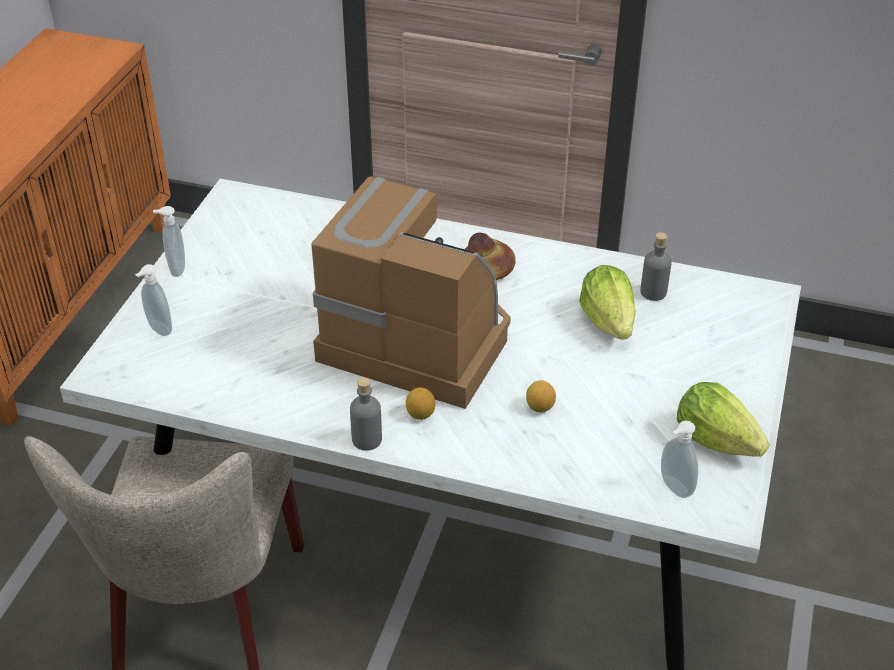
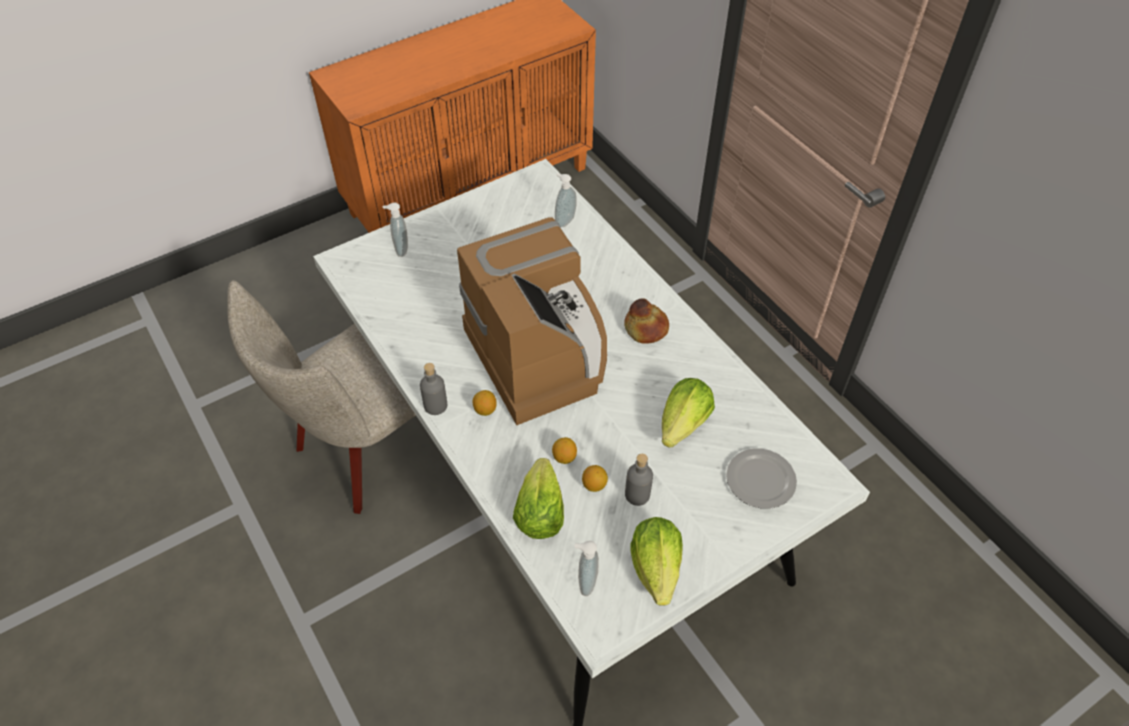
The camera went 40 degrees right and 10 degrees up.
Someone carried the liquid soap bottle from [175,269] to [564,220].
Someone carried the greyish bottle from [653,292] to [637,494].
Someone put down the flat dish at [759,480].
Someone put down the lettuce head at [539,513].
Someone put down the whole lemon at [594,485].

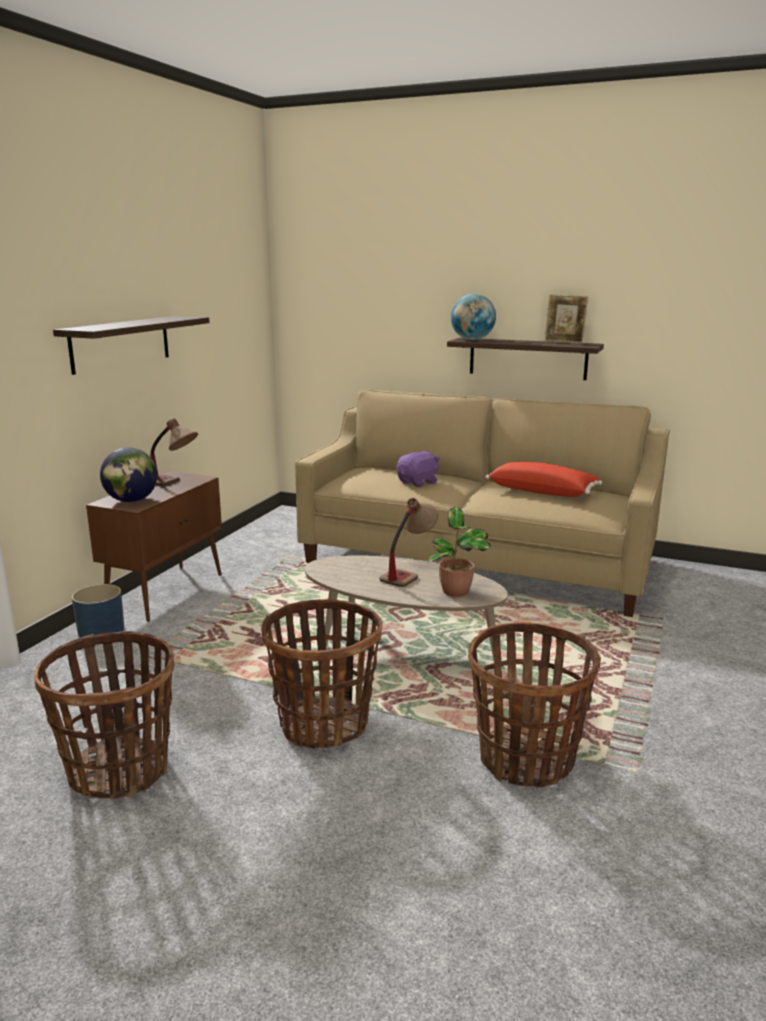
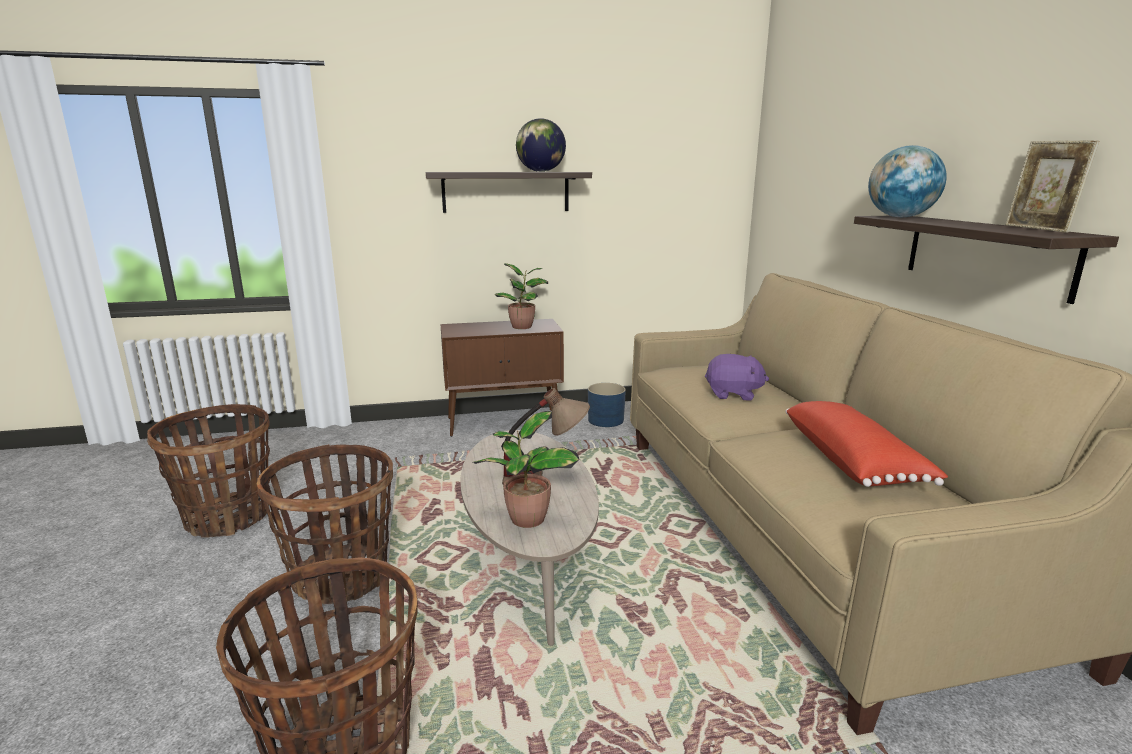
The camera went 55 degrees right and 0 degrees up.
Someone swapped the lamp for a table at [174,483] for the plant in a pot at [523,327].
Someone carried the desk globe from [131,501] to [540,171].
Someone carried the blue planter from [101,631] to [605,420].

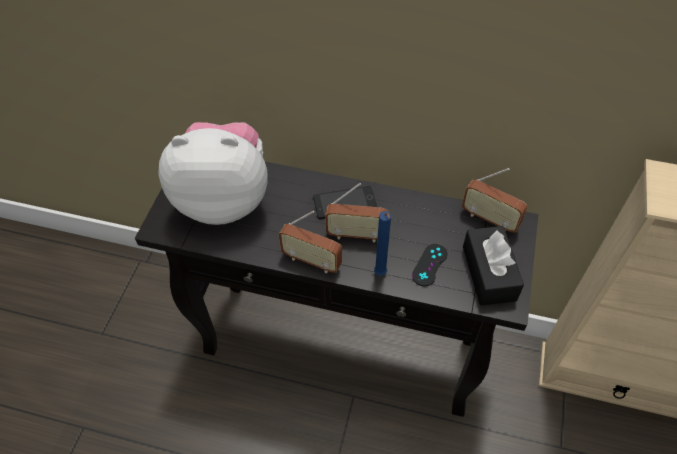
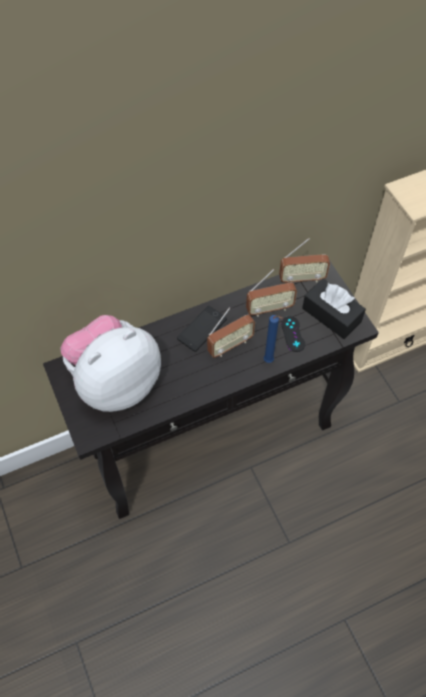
The camera went 40 degrees left and 5 degrees up.
Someone carried the radio receiver from [312,261] to [269,309].

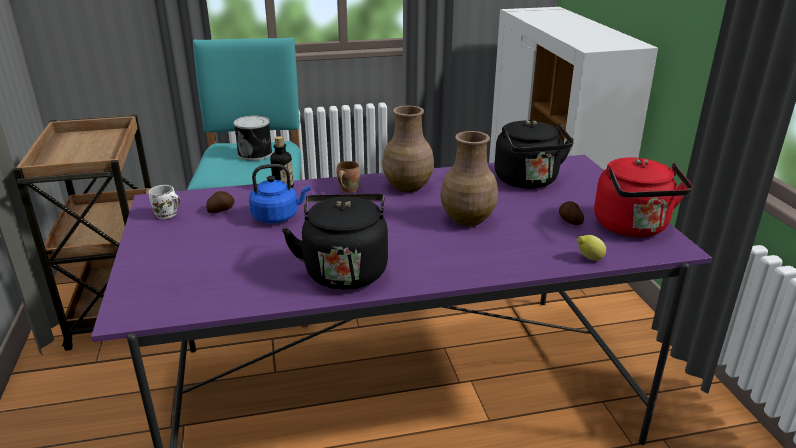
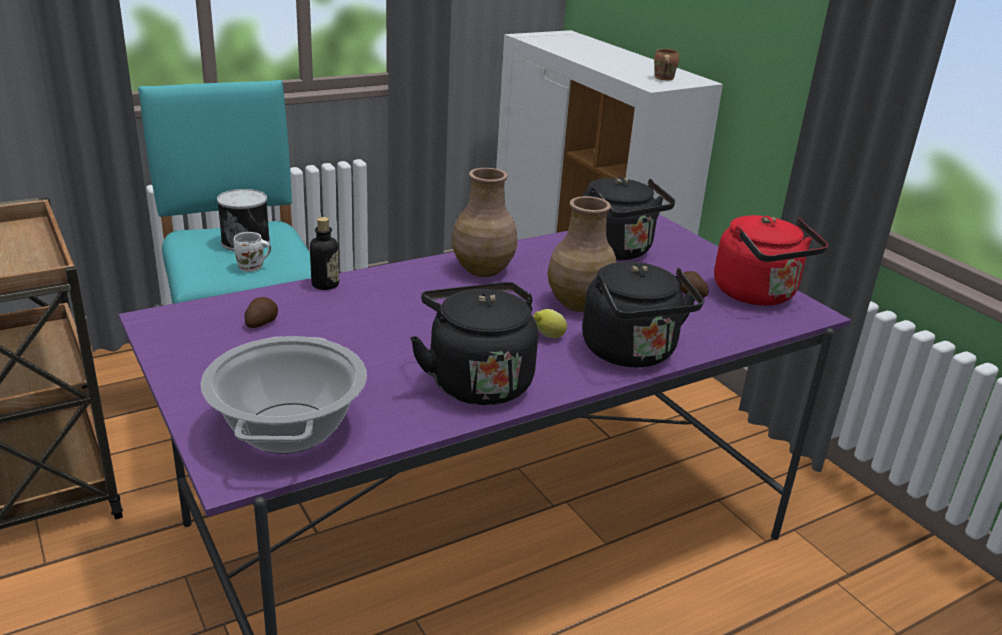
The camera went 20 degrees left and 0 degrees up.
Someone carried the brown mug from [347,190] to [662,78].
Someone took away the blue water kettle at [278,216].
Someone carried the white mug from [167,216] to [252,268].
Someone carried the whole lemon from [589,258] to [548,337].
Someone put down the black-coloured water kettle at [632,353].
Someone put down the cooking pot at [289,429].

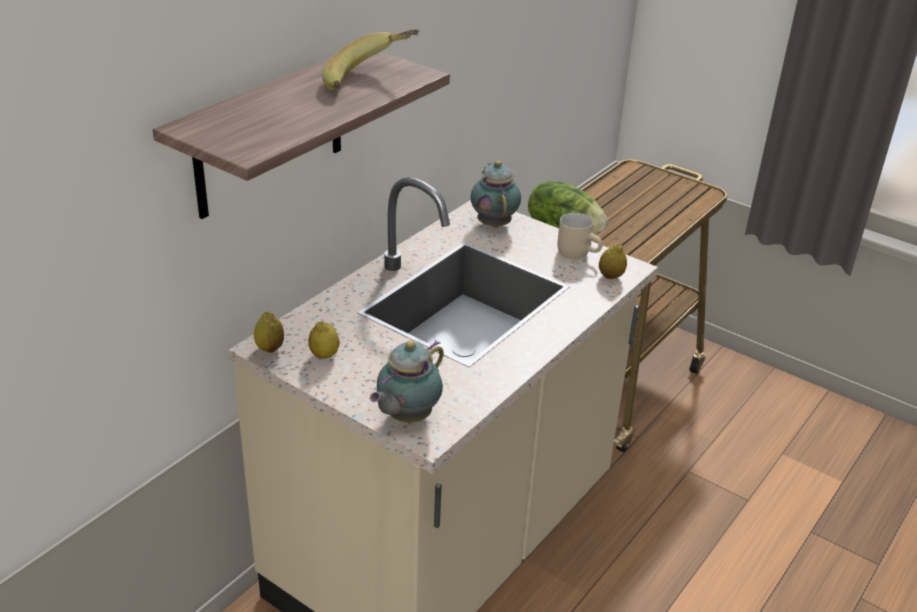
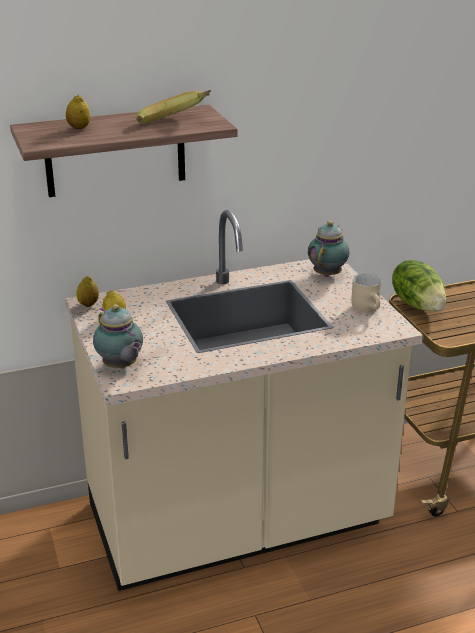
The camera went 35 degrees right and 5 degrees down.
Someone carried the whole lemon from [611,276] to [79,128].
Someone rotated the teapot at [406,417] by 105 degrees counterclockwise.

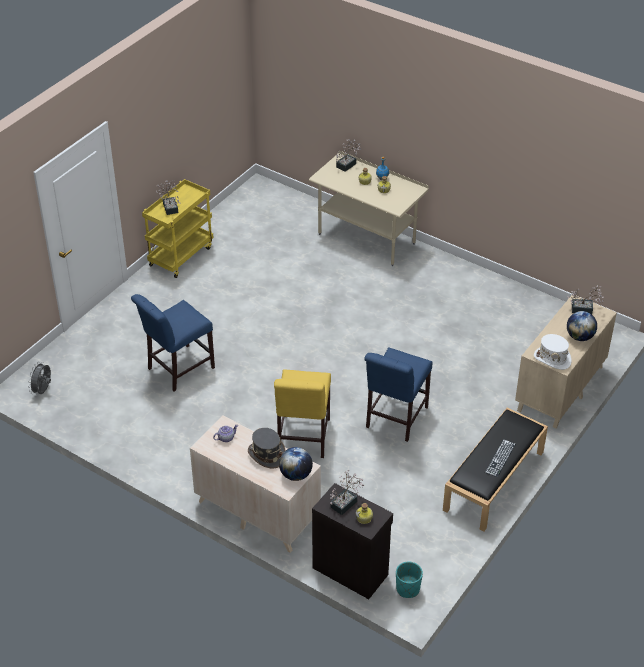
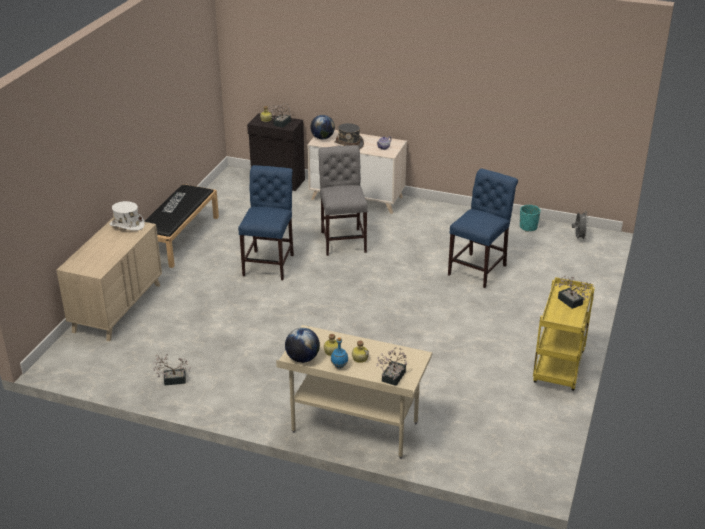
The camera went 165 degrees right and 10 degrees down.
Someone carried the plant in a pot from [584,309] to [172,380].
Someone carried the desk globe from [579,337] to [302,358].
Someone repainted the yellow plain chair at [302,439], which became the greyish plain chair at [343,240].
Someone carried the turquoise-coloured planter from [408,589] to [528,227].

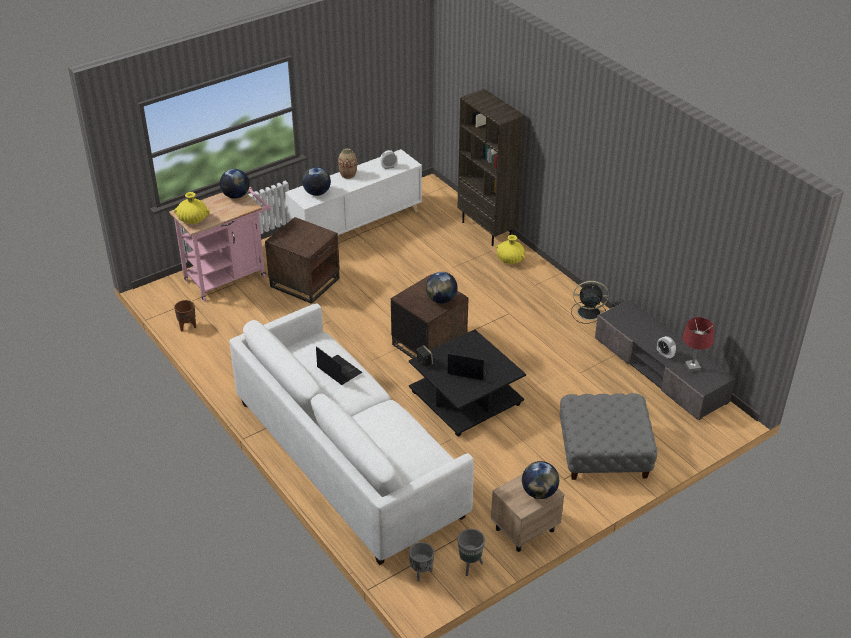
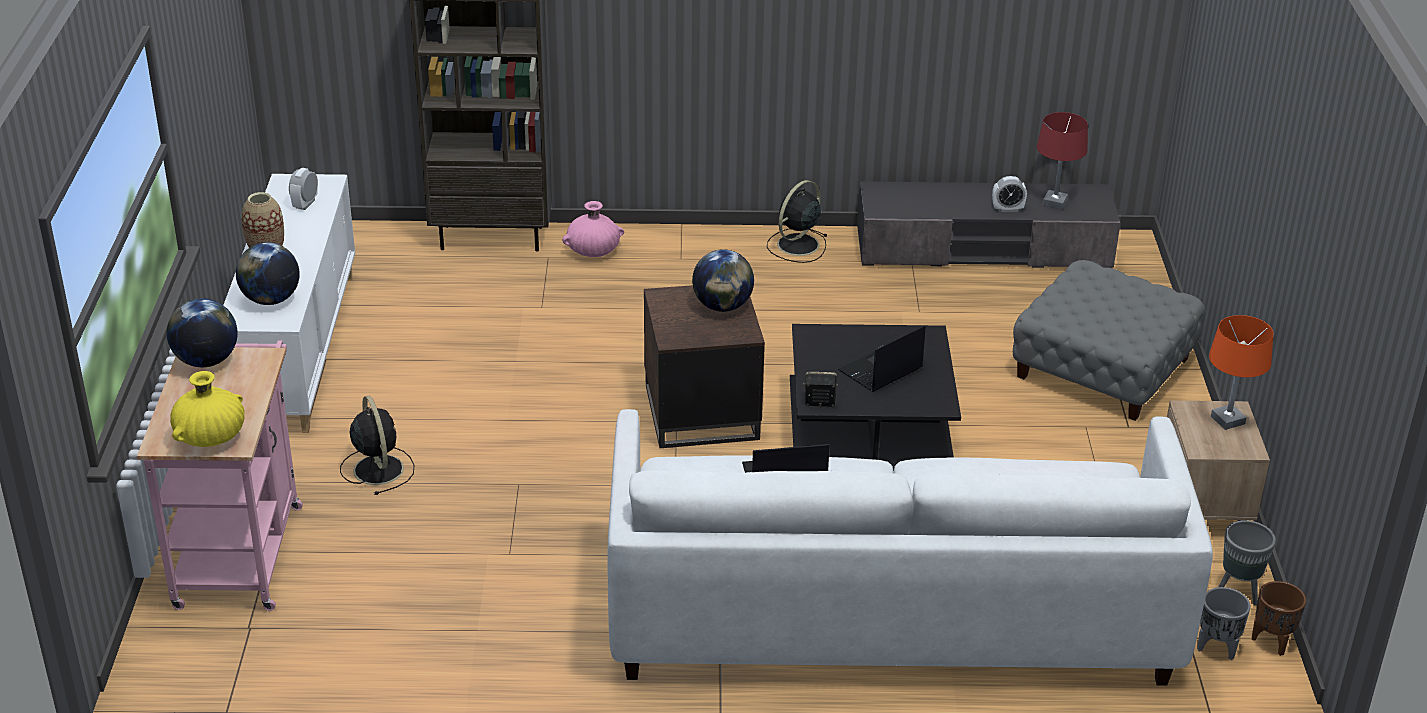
The camera went 55 degrees left and 5 degrees down.
Someone swapped the brown accent table at [305,282] for the black-coloured cooling fan at [378,468].
Someone repainted the yellow vase at [510,260], which became the pinkish vase at [593,251].
Someone carried the brown planter from [187,326] to [1272,641].
Someone swapped the desk globe at [539,492] for the orangey lamp for a table at [1228,420].

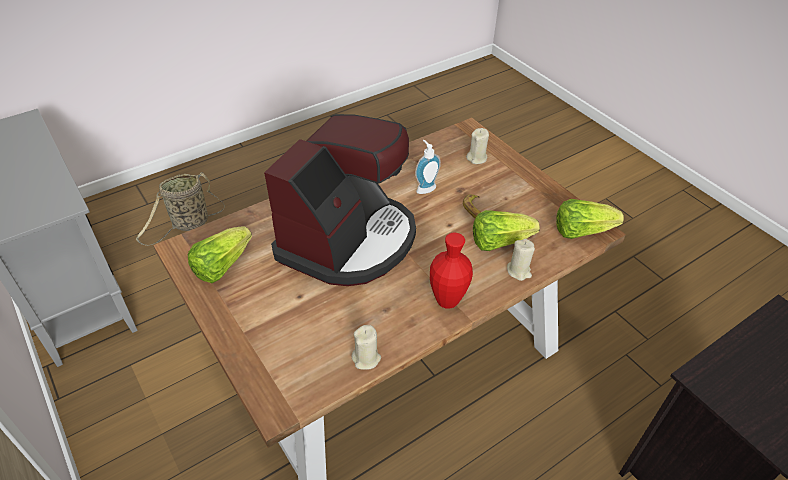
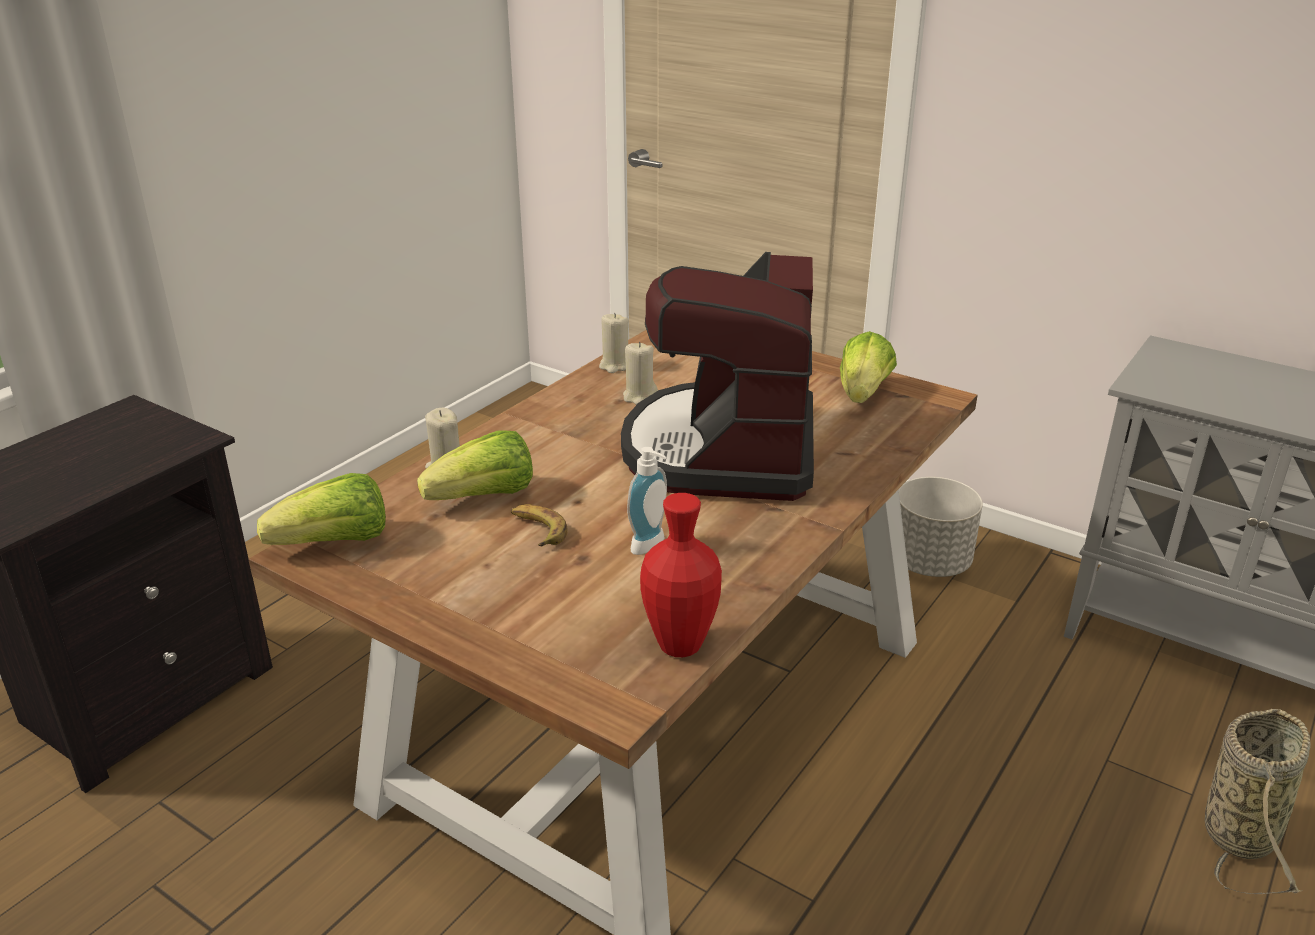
The camera went 160 degrees right and 15 degrees down.
Someone carried the beige wax candle from [477,158] to [640,397].
Someone carried the red-coloured vase from [447,300] to [680,645].
Someone put down the greyish planter at [929,563].

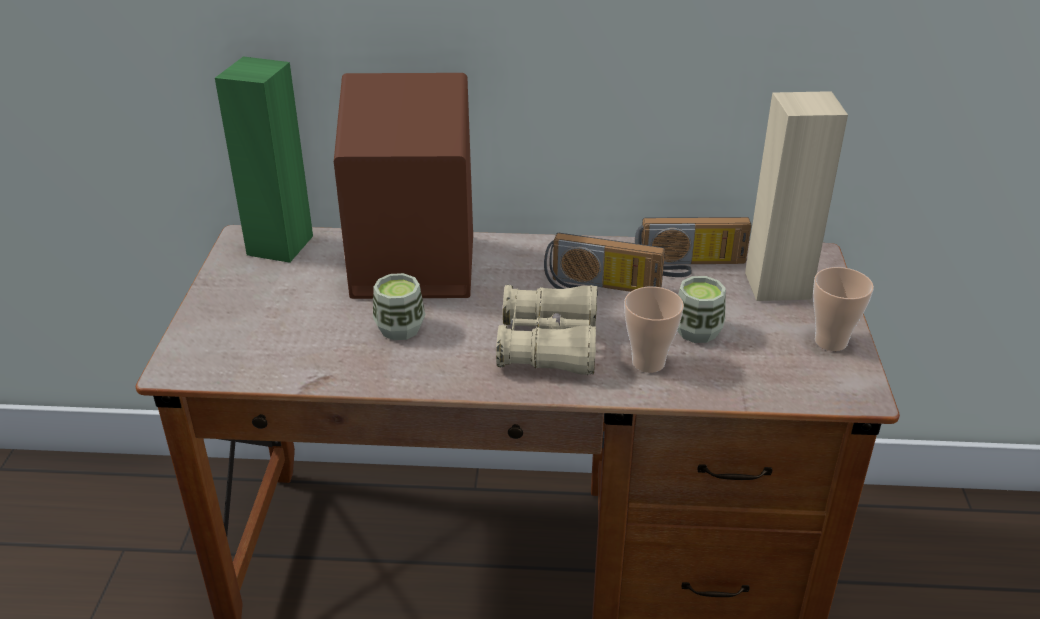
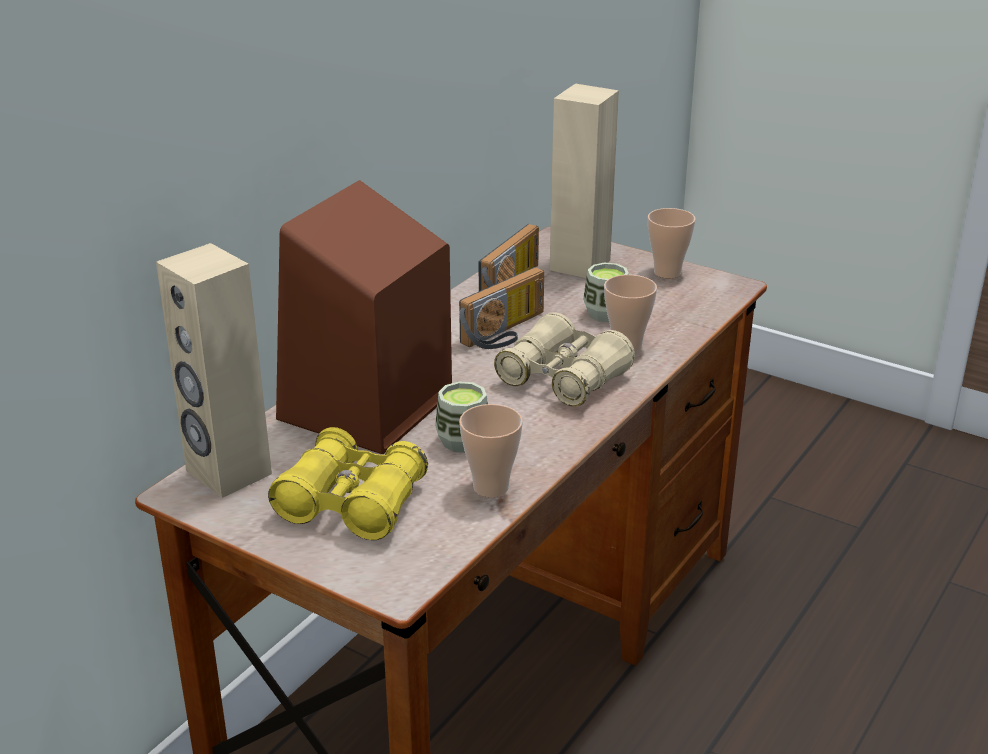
The camera went 60 degrees left and 5 degrees down.
Someone repainted the green speaker at [279,245], which became the beige speaker at [227,473].
Someone put down the cup at [491,487].
Someone put down the yellow field glasses at [352,503].

